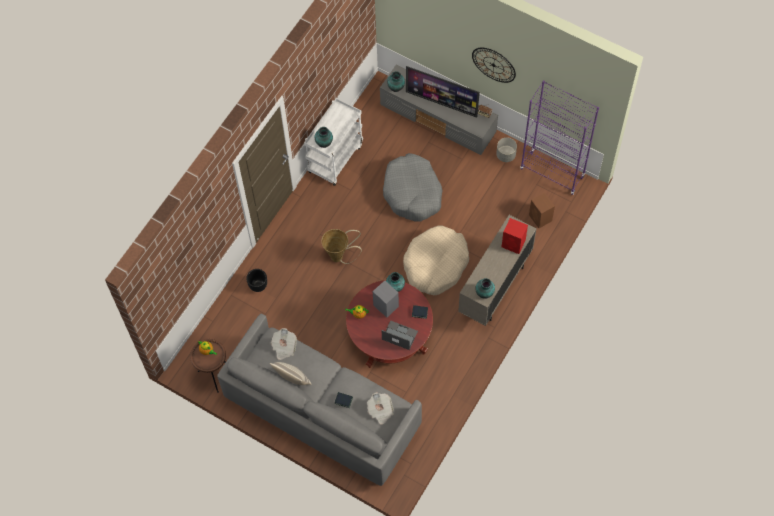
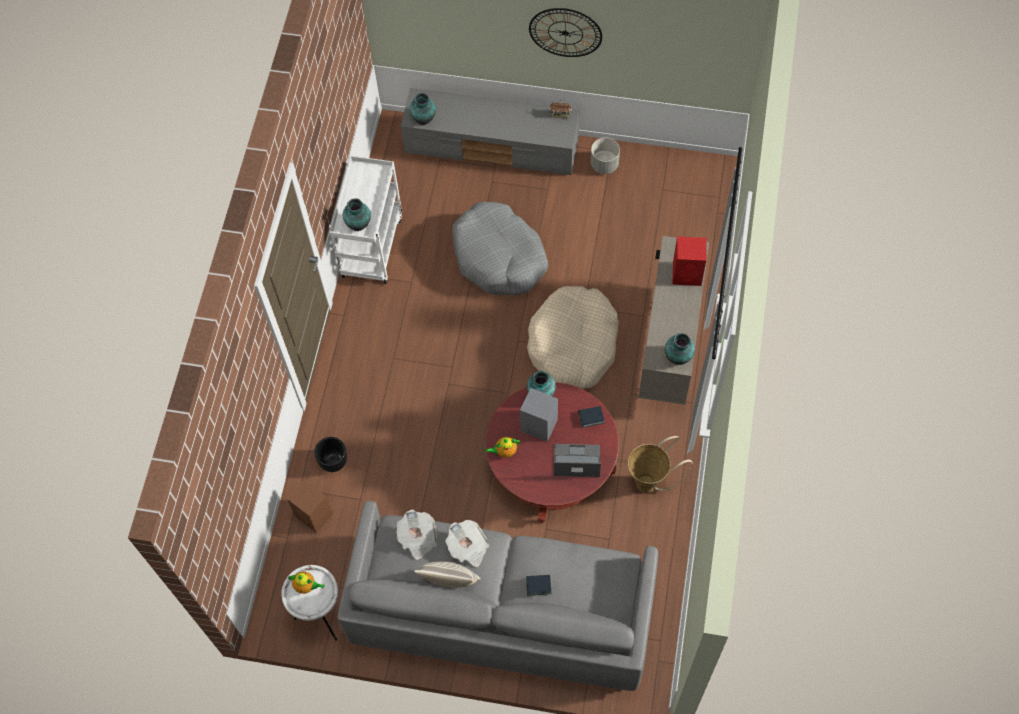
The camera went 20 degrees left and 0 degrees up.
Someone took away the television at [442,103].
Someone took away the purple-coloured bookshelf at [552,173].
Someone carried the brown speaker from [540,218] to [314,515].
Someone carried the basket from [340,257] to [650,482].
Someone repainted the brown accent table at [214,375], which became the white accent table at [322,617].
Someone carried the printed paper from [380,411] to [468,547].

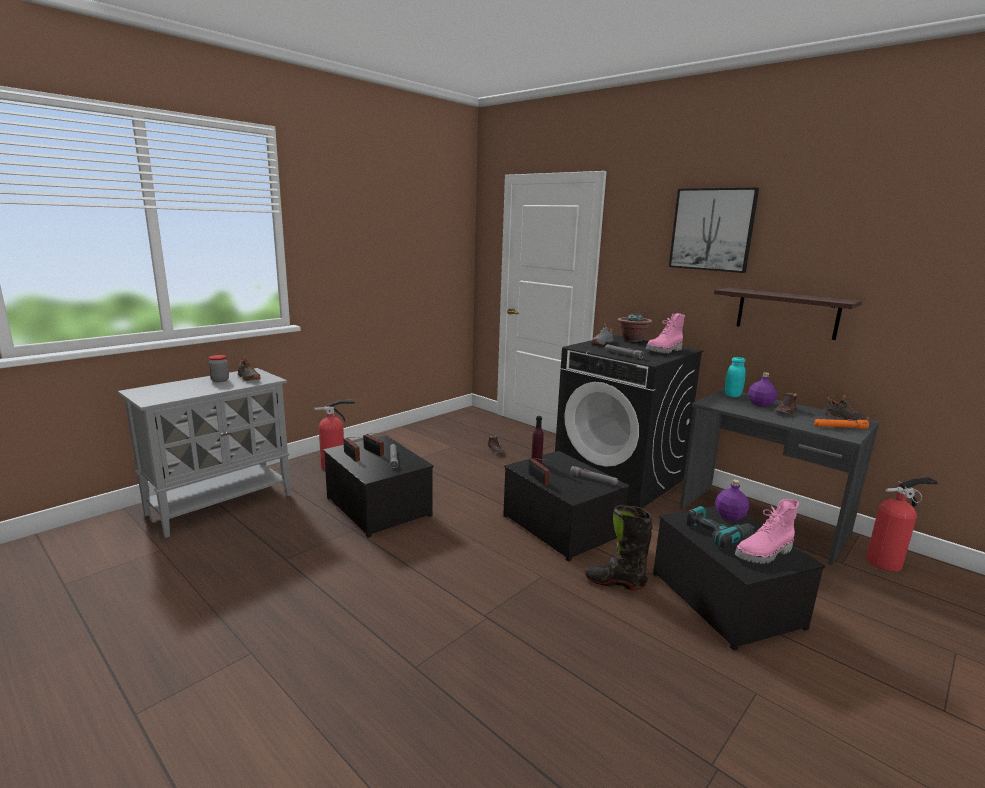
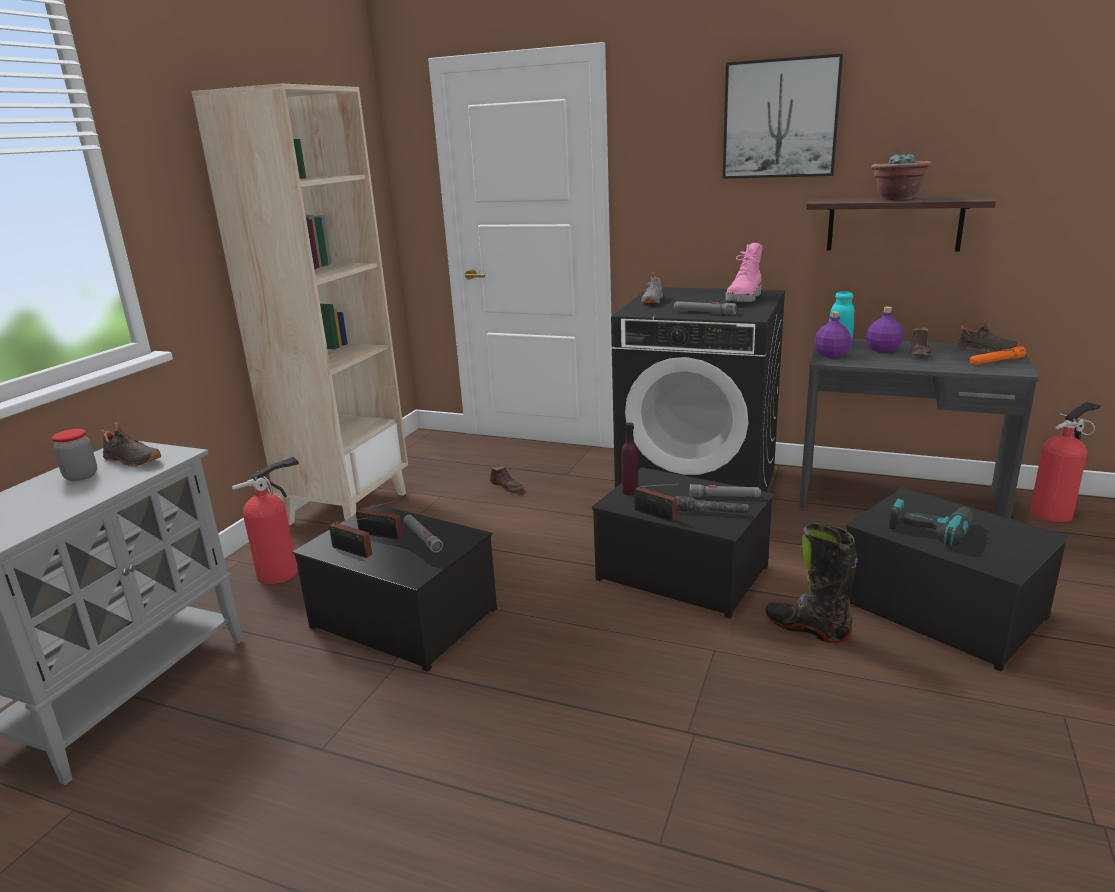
The camera went 20 degrees left and 5 degrees up.
Someone carried the plant in a pot from [632,340] to [896,199].
Someone carried the purple-coloured bottle from [730,516] to [832,355].
Someone took away the pinkish high-top boot at [764,554].
Someone rotated the black-coloured high-top boot at [615,582] by 45 degrees clockwise.
Someone put down the beige bookshelf at [347,507].
Someone put down the greyish flashlight at [711,512].

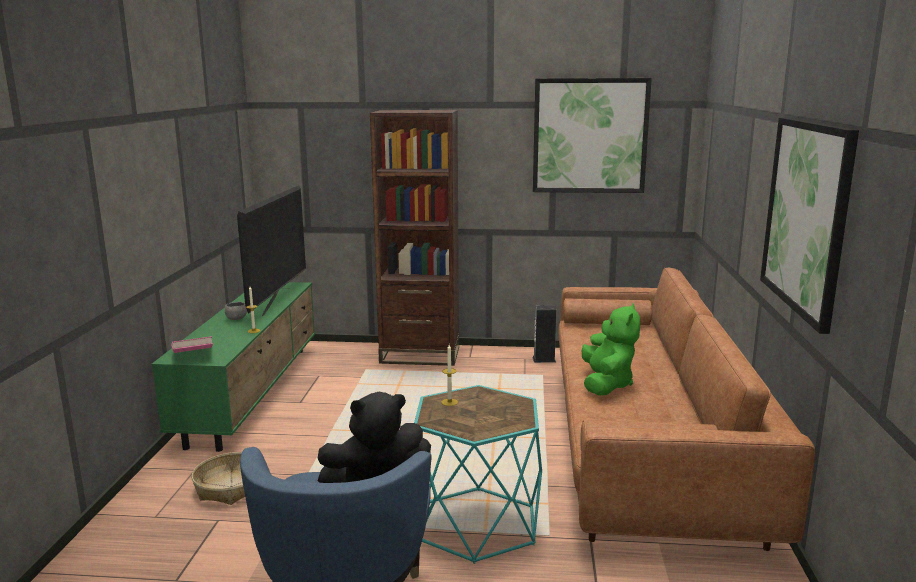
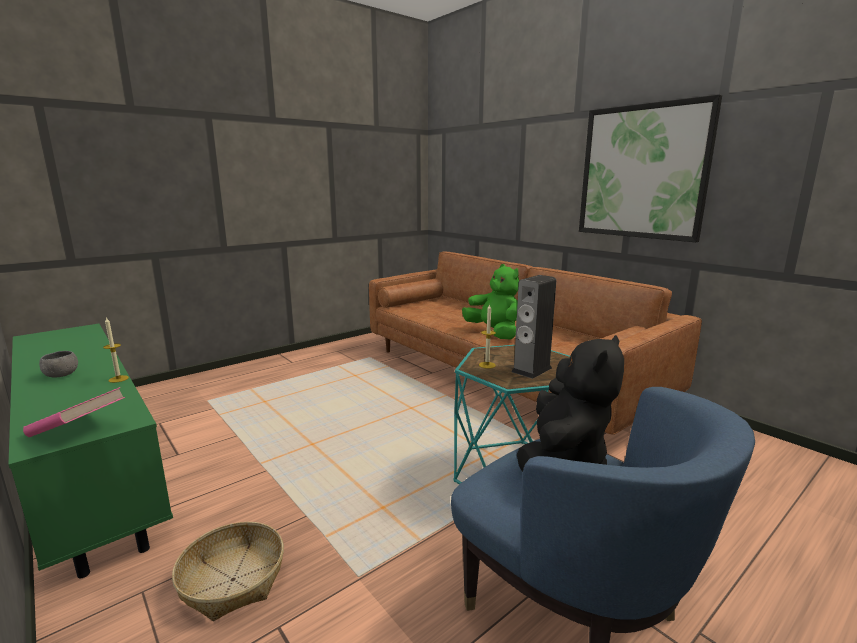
The camera went 45 degrees left and 0 degrees up.
Someone took away the picture at [590,136].
Someone took away the brown bookshelf at [420,355].
Someone took away the television at [278,301].
Someone carried the speaker from [544,359] to [531,370].

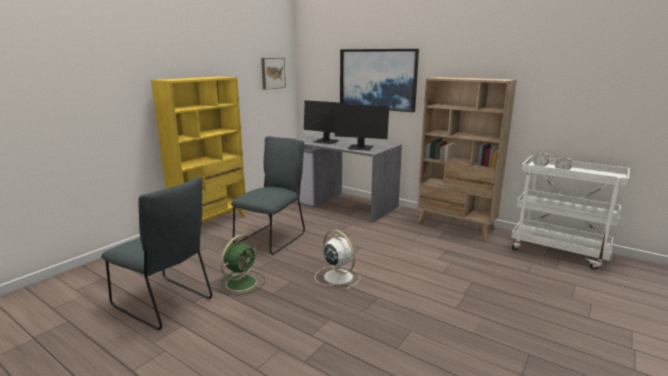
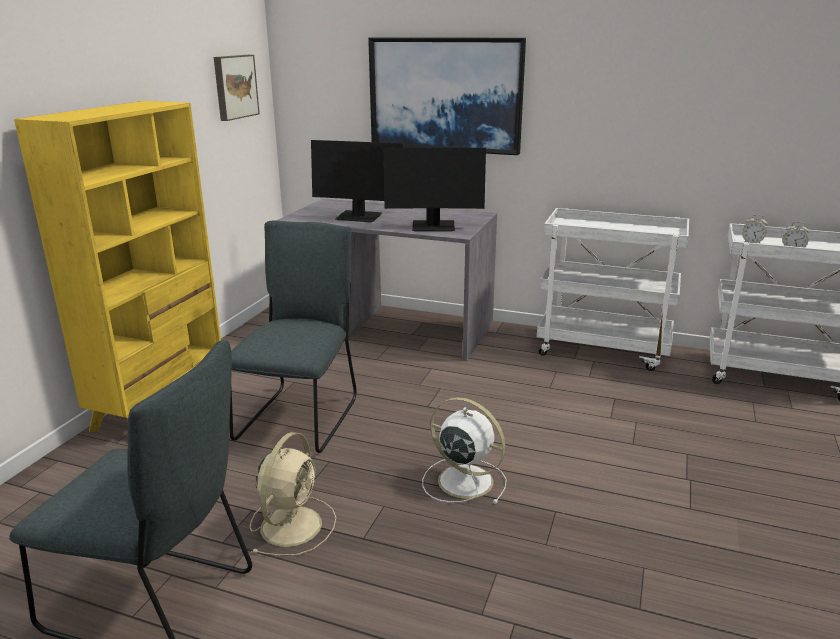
The camera went 15 degrees left and 5 degrees up.
Someone swapped the beige bookshelf at [455,226] for the white wheeled cart at [604,349].
Someone repainted the green cooling fan at [242,282], which became the beige cooling fan at [292,524].

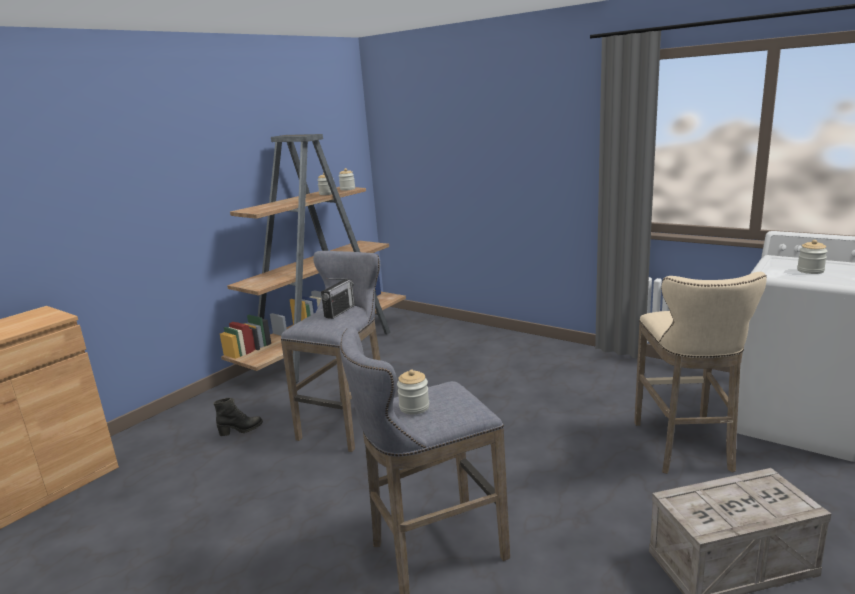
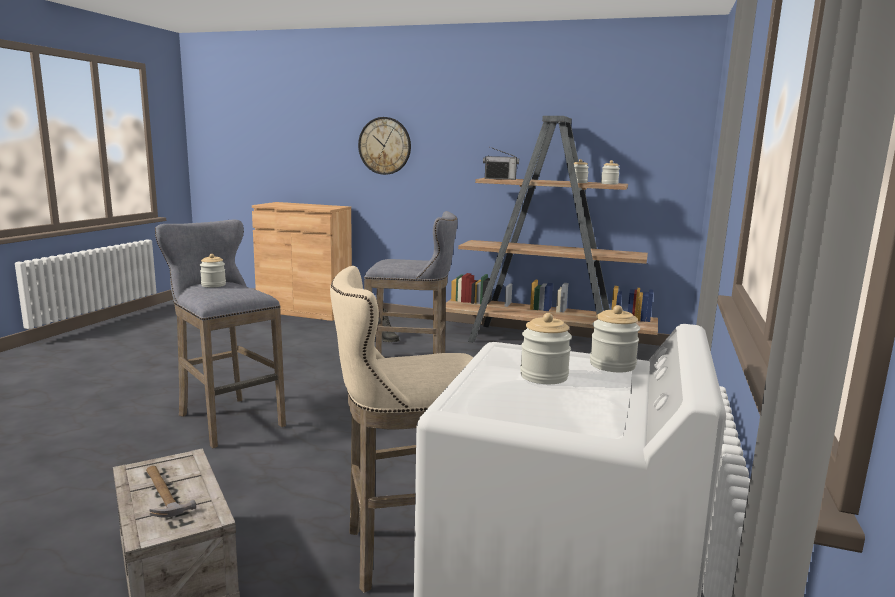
The camera went 70 degrees right and 5 degrees down.
Someone carried the radio receiver from [339,311] to [500,179].
Someone put up the hanging clock at [384,146].
Someone put down the storage jar at [612,365].
Someone put down the tool hammer at [162,493].

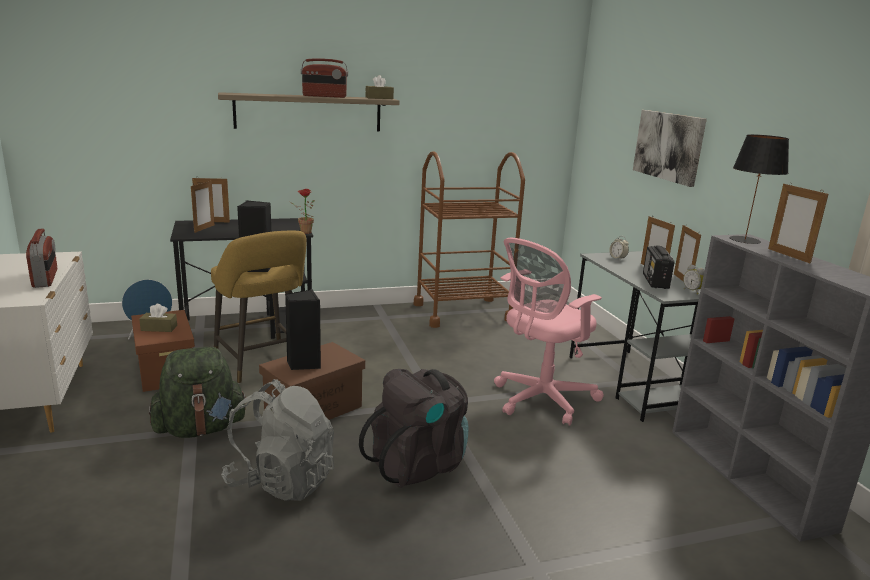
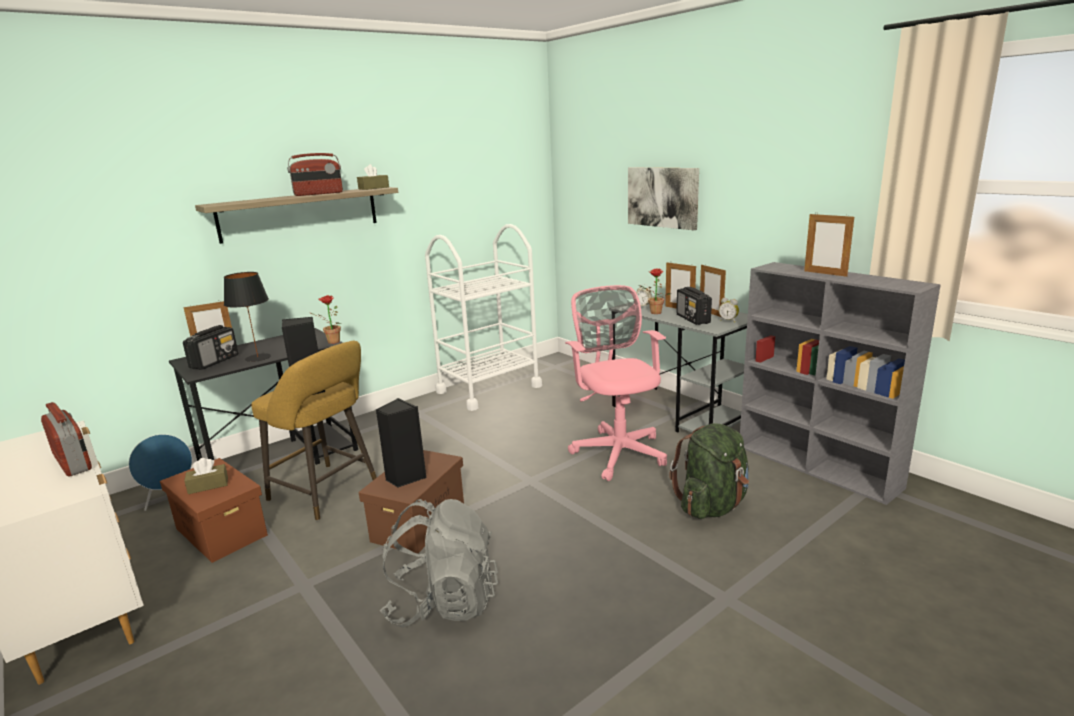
The camera went 20 degrees left and 0 degrees up.
Someone carried the black-coloured lamp for a table from [745,240] to [258,358].
Someone repainted the brown wheeled cart at [462,312], which became the white wheeled cart at [489,389].
Someone swapped the photo frame at [204,228] for the radio receiver at [215,361].
Someone rotated the pinkish computer chair at [540,400] by 135 degrees clockwise.
Someone carried the green backpack from [200,429] to [712,506].
Someone took away the black-coloured backpack at [418,464].
Someone put down the plant in a pot at [654,313].

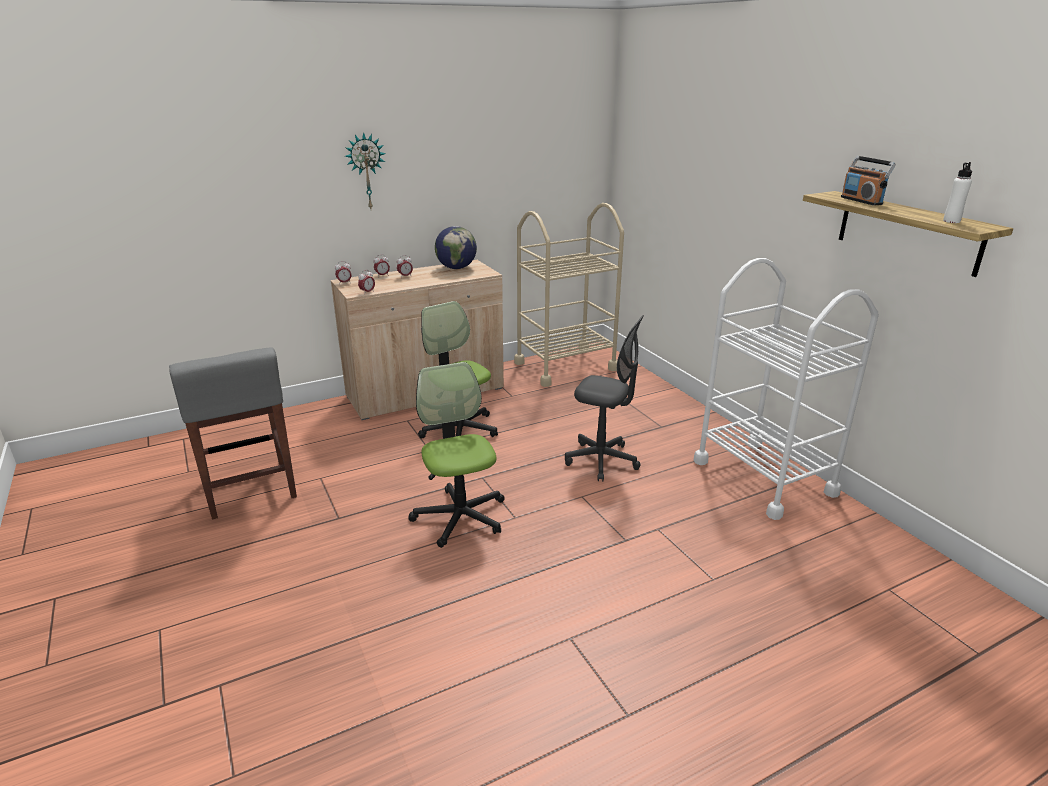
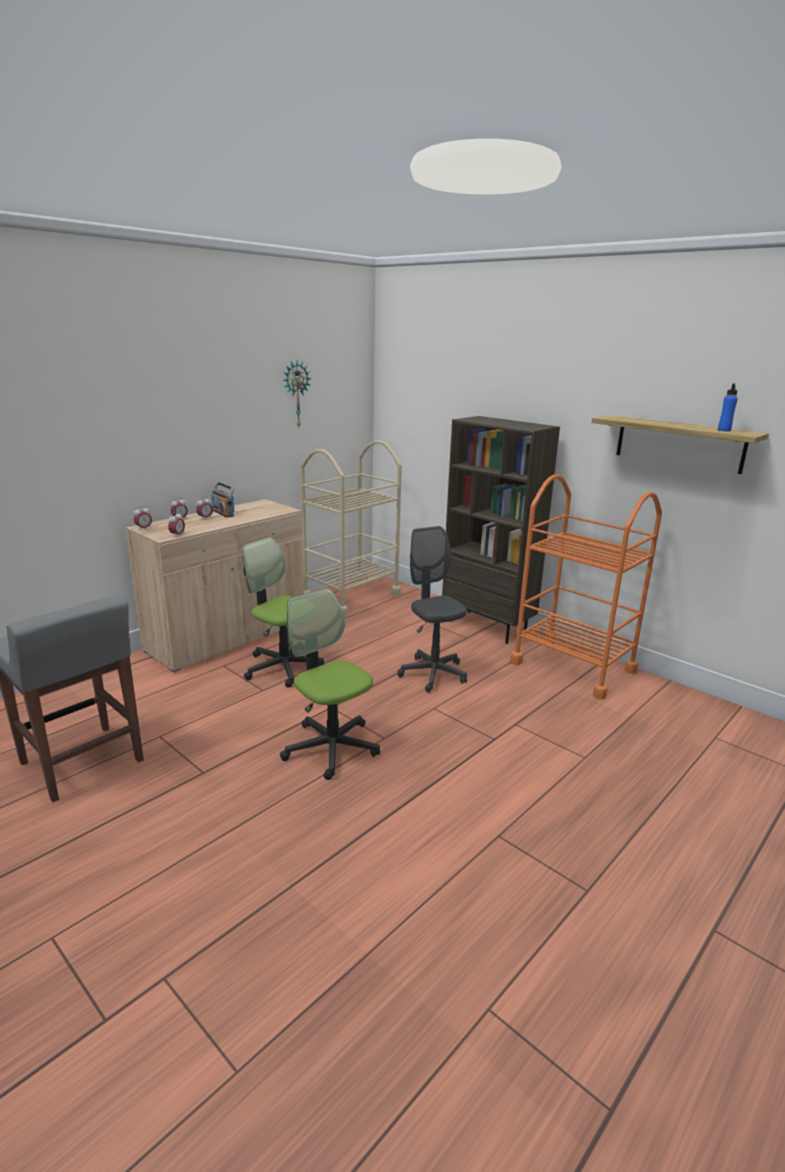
The camera went 20 degrees left and 5 degrees down.
Someone carried the hanging clock from [366,171] to [296,394].
Someone carried the radio receiver from [861,201] to [223,513].
Someone repainted the white bottle at [951,221], which became the blue bottle at [724,430].
Someone took away the desk globe at [456,268].
Someone repainted the white wheeled cart at [763,477], which became the orangey wheeled cart at [573,666].
Someone rotated the greyish computer chair at [601,460] by 120 degrees counterclockwise.
Someone put down the brown bookshelf at [488,626].

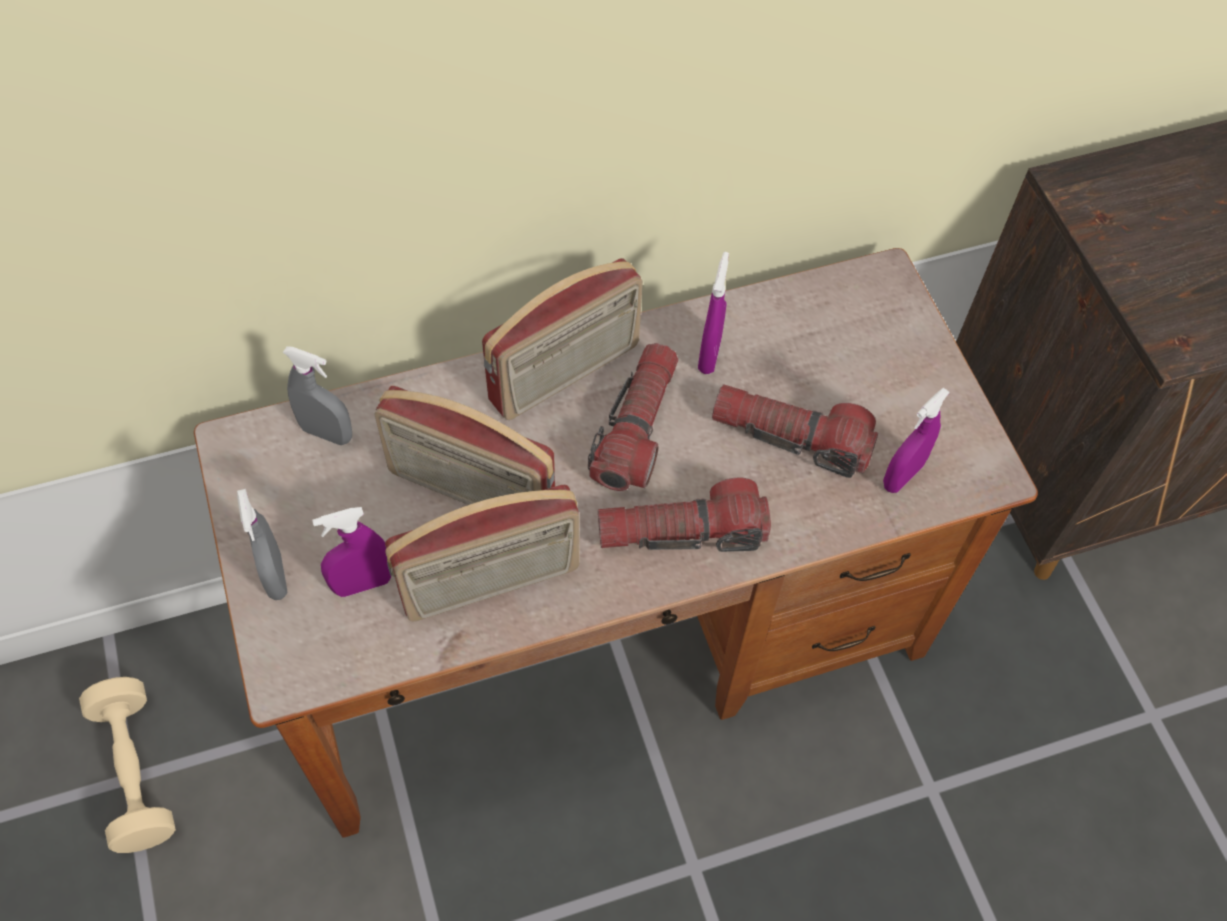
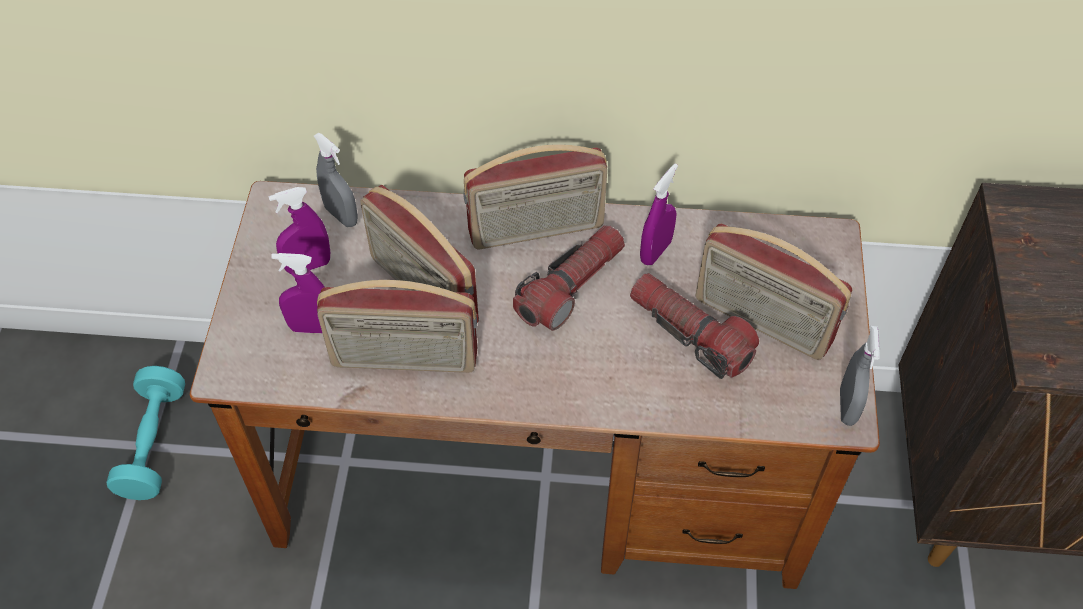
The camera went 25 degrees right and 5 degrees down.
Someone carried the purple-coloured spray bottle from [902,475] to [308,266].
Someone took away the flashlight at [681,532].
Someone carried the greyish spray bottle from [275,576] to [847,406].
Someone repainted the beige dumbbell at [135,772], which became the turquoise-coloured dumbbell at [153,443].
Someone put down the radio receiver at [761,322].

